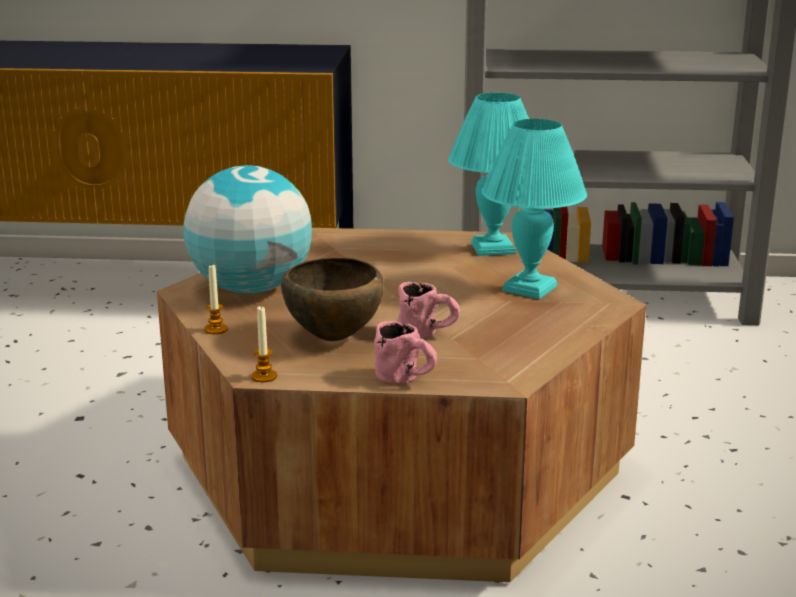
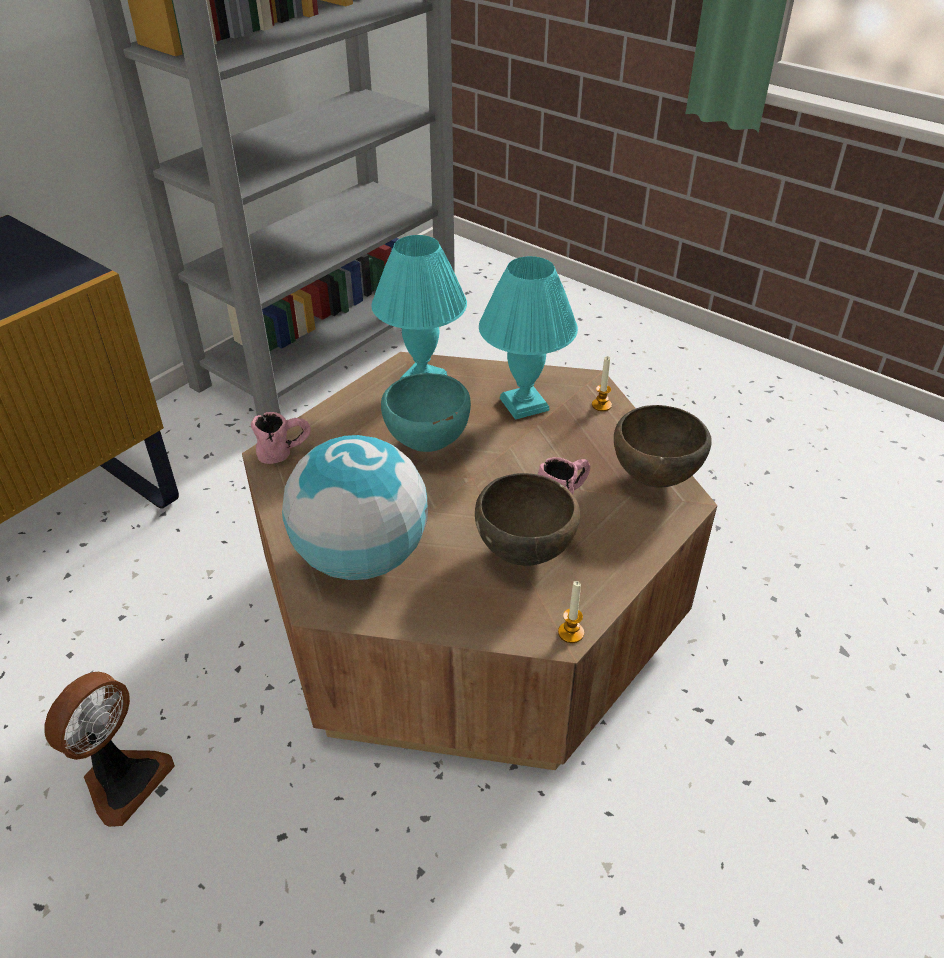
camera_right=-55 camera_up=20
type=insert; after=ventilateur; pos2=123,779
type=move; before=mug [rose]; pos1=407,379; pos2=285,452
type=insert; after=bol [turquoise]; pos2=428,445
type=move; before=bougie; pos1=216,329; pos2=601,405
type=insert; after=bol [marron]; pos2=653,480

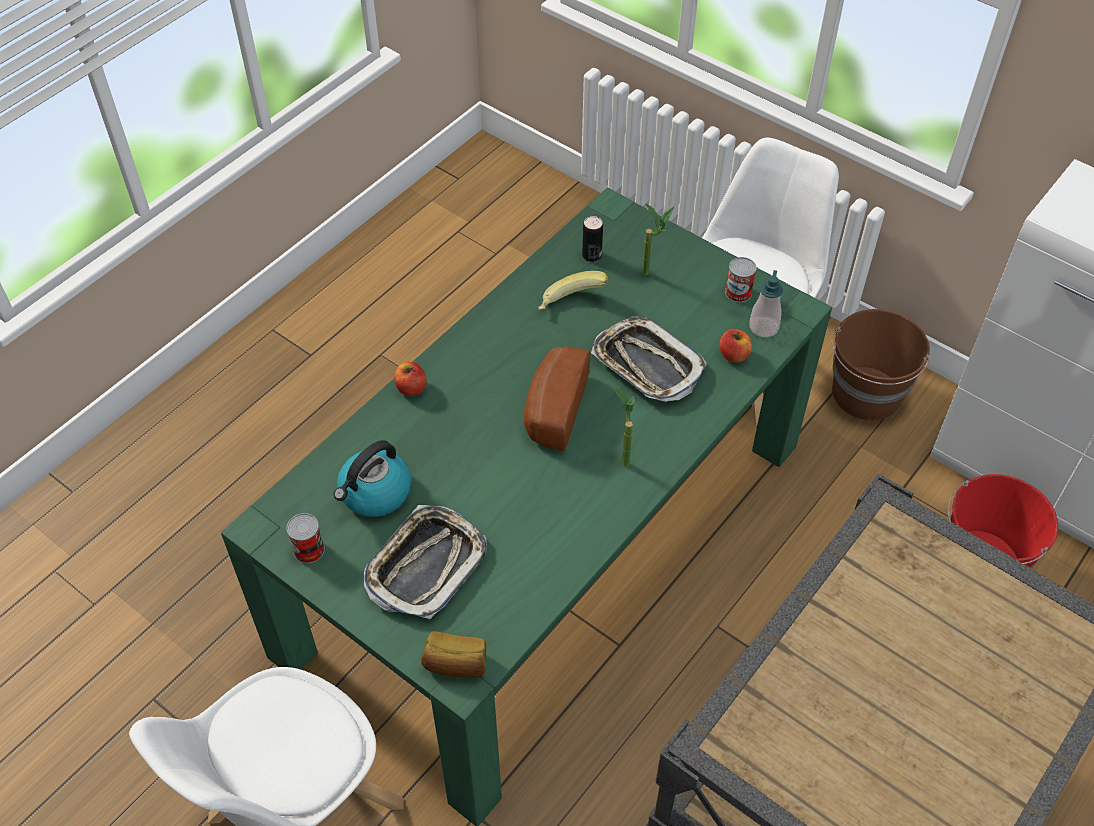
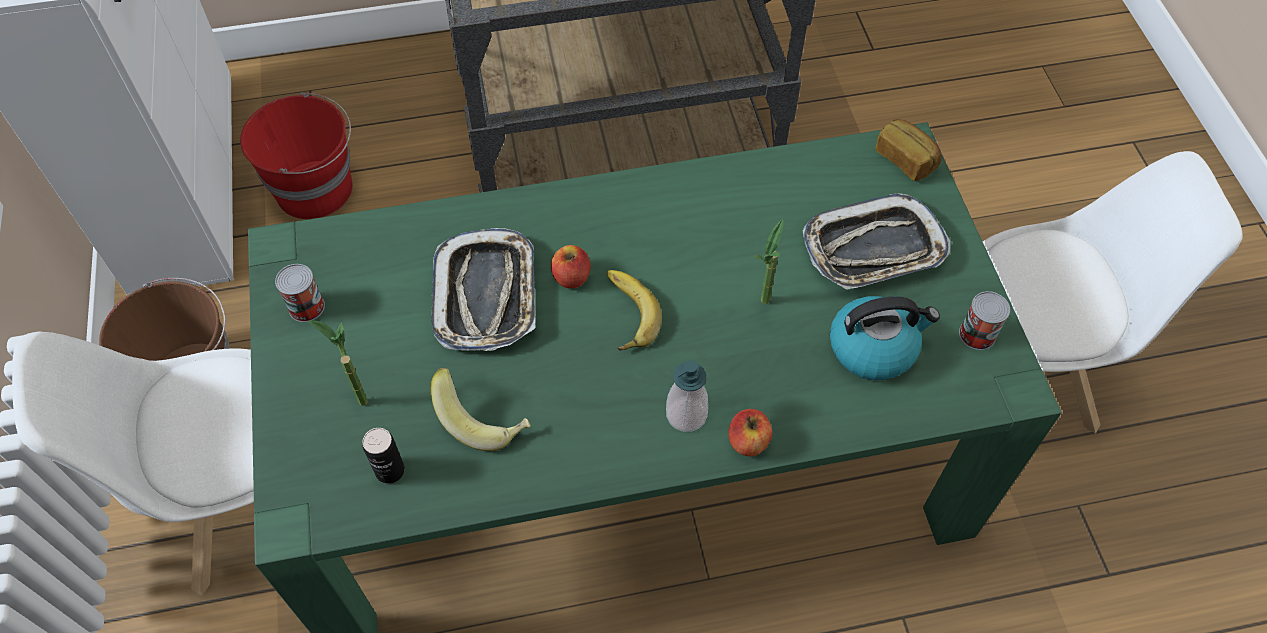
camera_right=-140 camera_up=5
type=move; before=pomme; pos1=734,355; pos2=571,277
type=replace; before=pain; after=banane; pos1=553,409; pos2=624,313
type=move; before=distributeur de savon; pos1=763,327; pos2=686,415
type=move; before=plante en pot; pos1=621,457; pos2=763,308

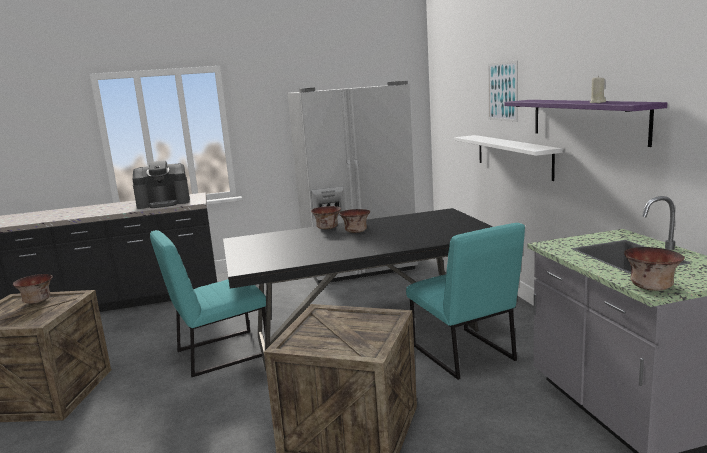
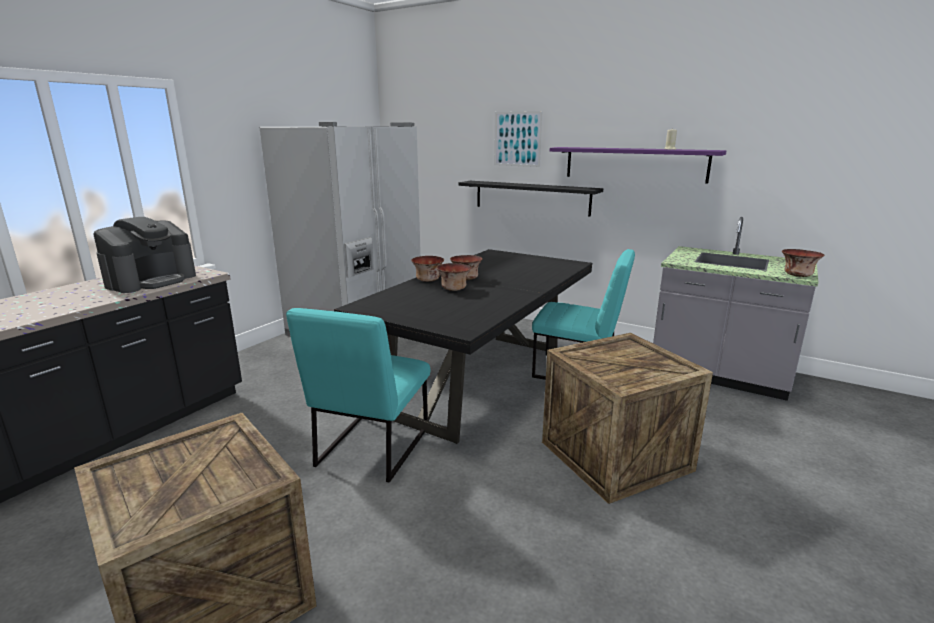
camera_right=-45 camera_up=5
type=move; before=bol; pos1=37,301; pos2=453,289
type=recolor; before=étagère [blanc]; after=étagère [noir]; pos1=513,155; pos2=531,197

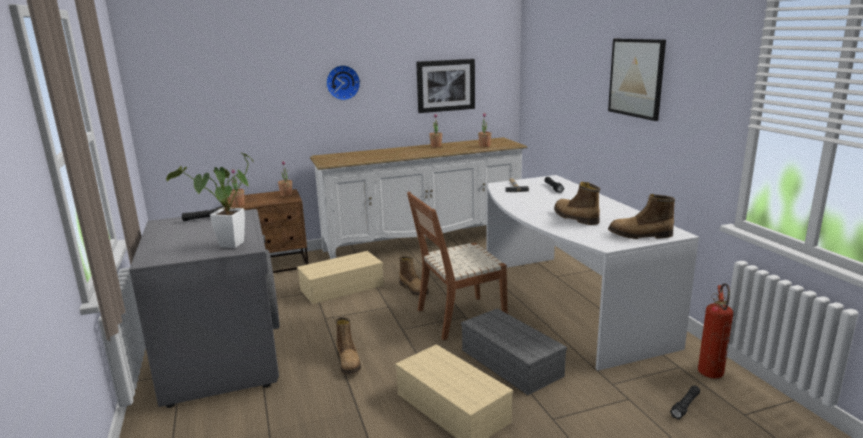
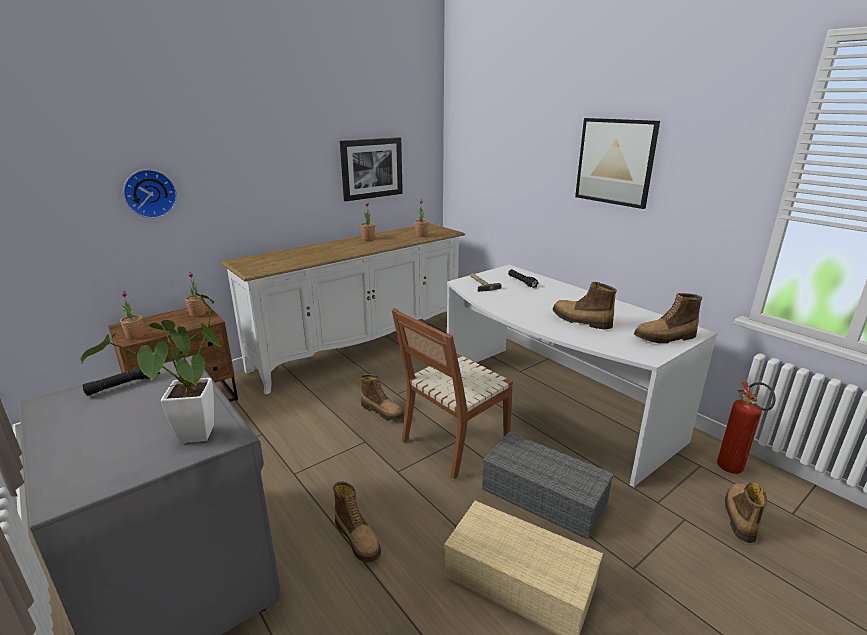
camera_right=-20 camera_up=5
type=move; before=horloge murale; pos1=342,82; pos2=149,193
type=replace; before=lampe de poche [noir]; after=botte; pos1=685,406; pos2=739,516
type=delete; before=boîte de rangement [beige]; pos1=342,287

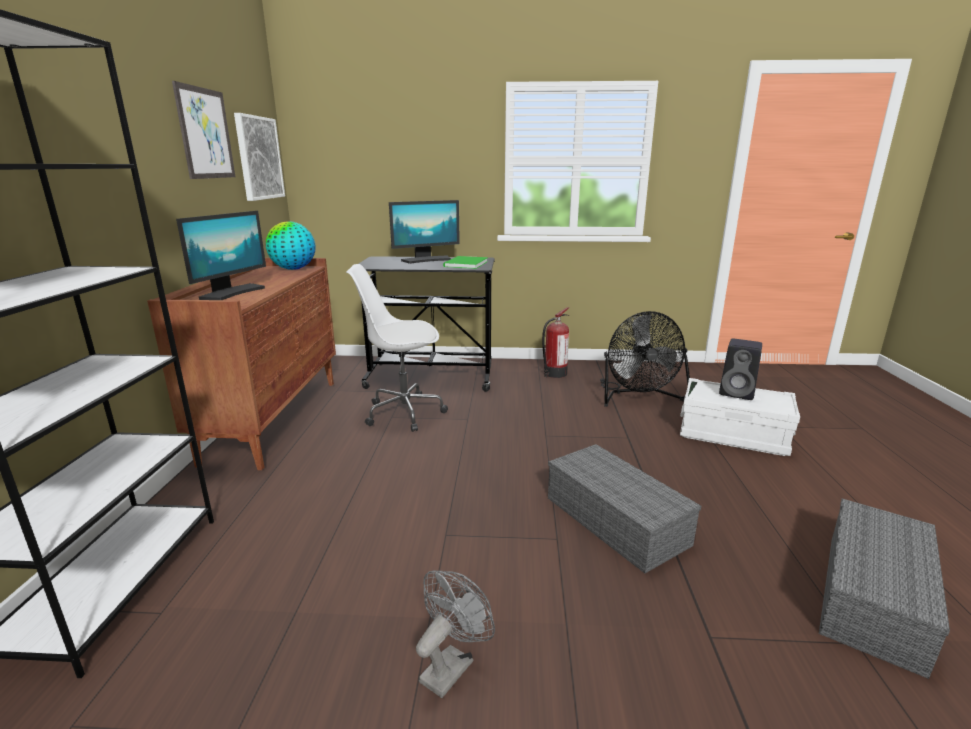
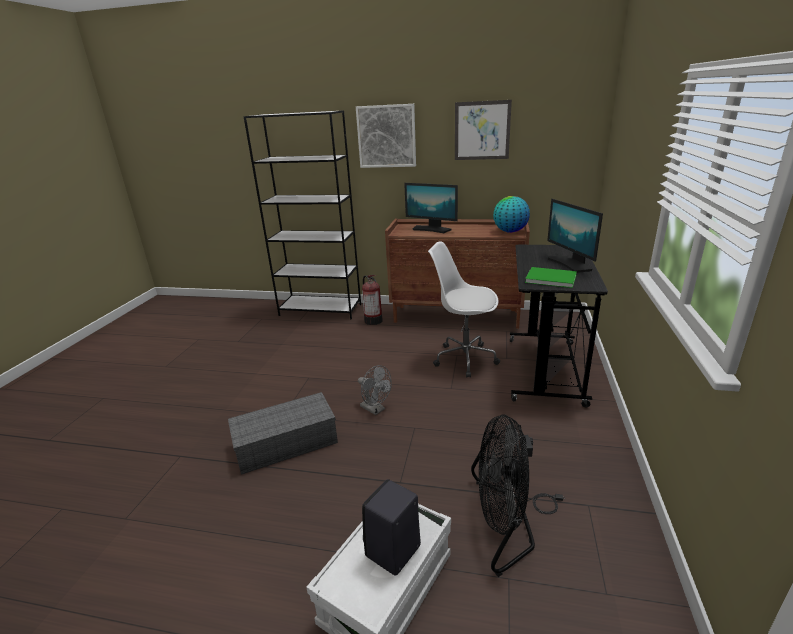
camera_right=100 camera_up=5
type=move; before=tableau; pos1=259,158; pos2=386,136
type=move; before=ventilateur [gris]; pos1=451,665; pos2=375,409
type=move; before=extincteur; pos1=554,374; pos2=372,320
type=rotate; before=chaise de bureau [blanc]; pos1=402,413; pos2=463,359; turn=-75
type=delete; before=boîte de rangement [gris]; pos1=874,600

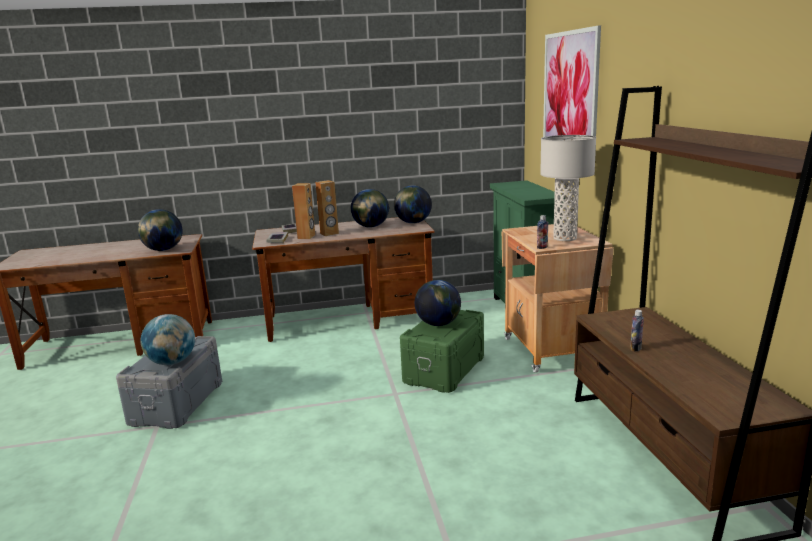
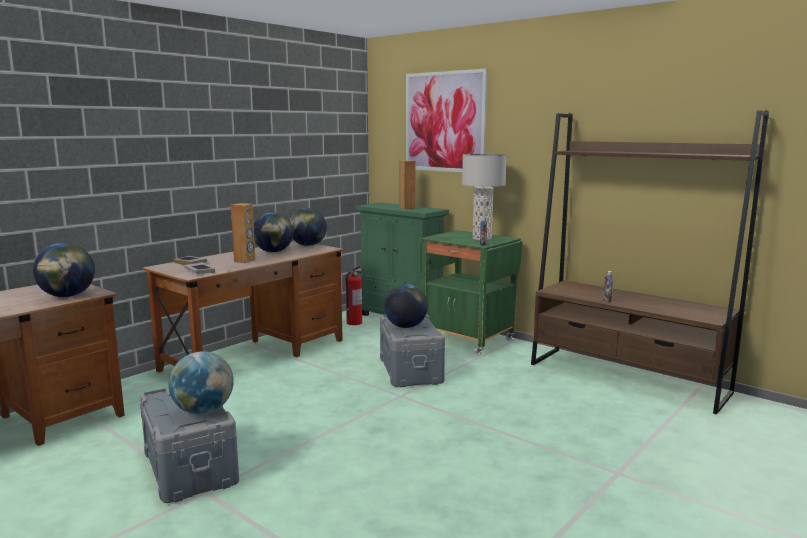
camera_right=-40 camera_up=-5
type=insert; after=extincteur; pos2=354,323
type=recolor; before=boîte de rangement [vert]; after=boîte de rangement [gris]; pos1=445,369; pos2=411,370
type=move; before=enceinte [marron]; pos1=306,237; pos2=407,208
type=recolor; before=chariot [marron]; after=chariot [vert]; pos1=552,352; pos2=468,340

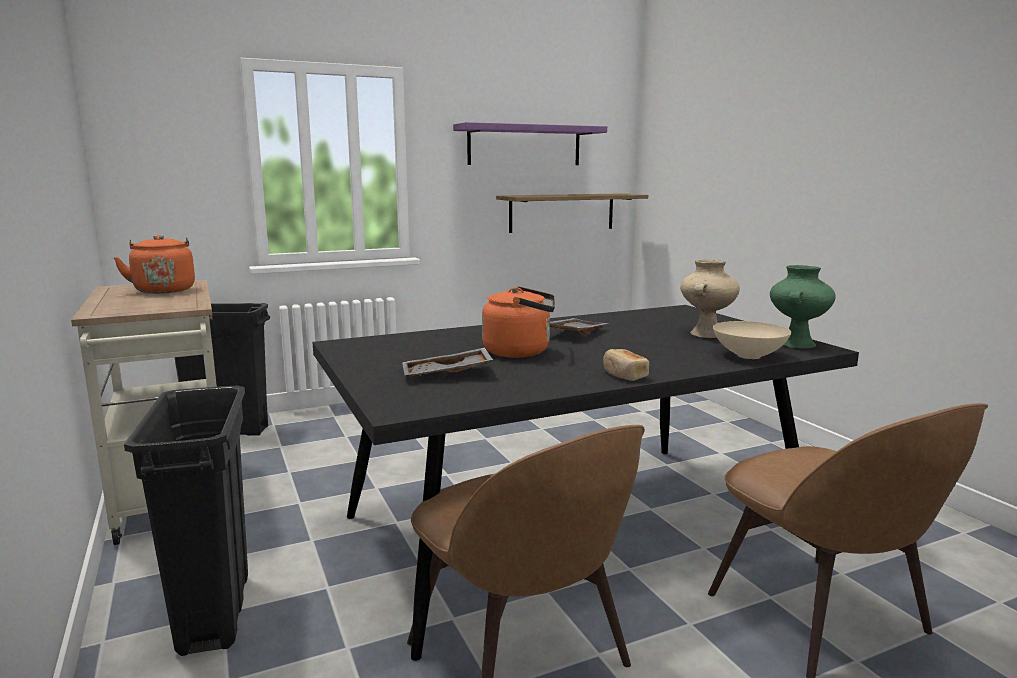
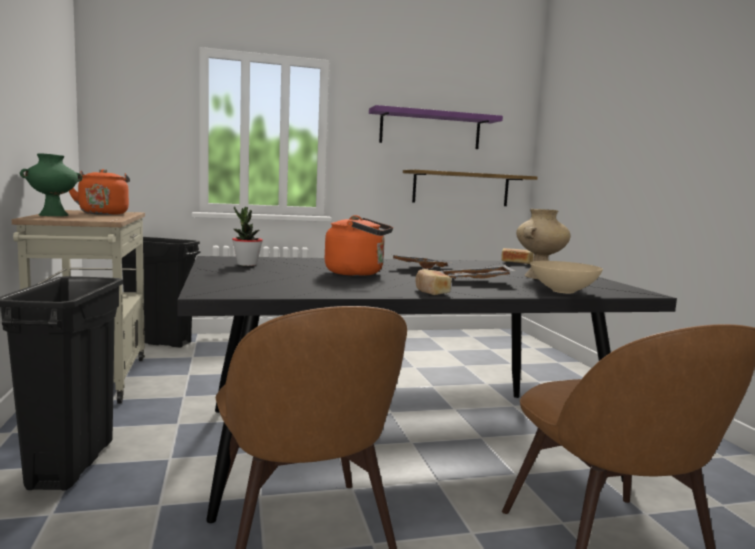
camera_right=10 camera_up=-5
type=move; before=vase [vert]; pos1=796,344; pos2=54,215
type=insert; after=plante en pot; pos2=247,264
type=move; before=plateau [gris]; pos1=447,374; pos2=475,281
type=insert; after=pain; pos2=516,263

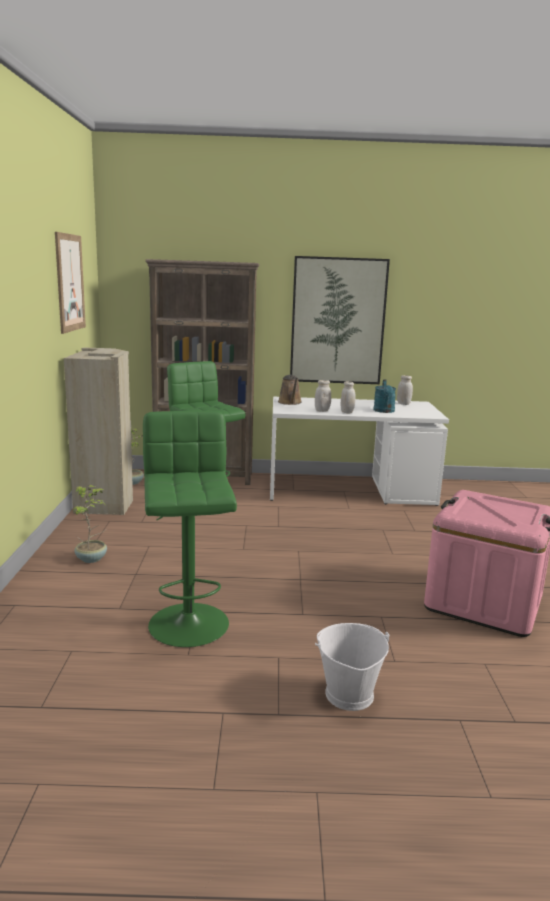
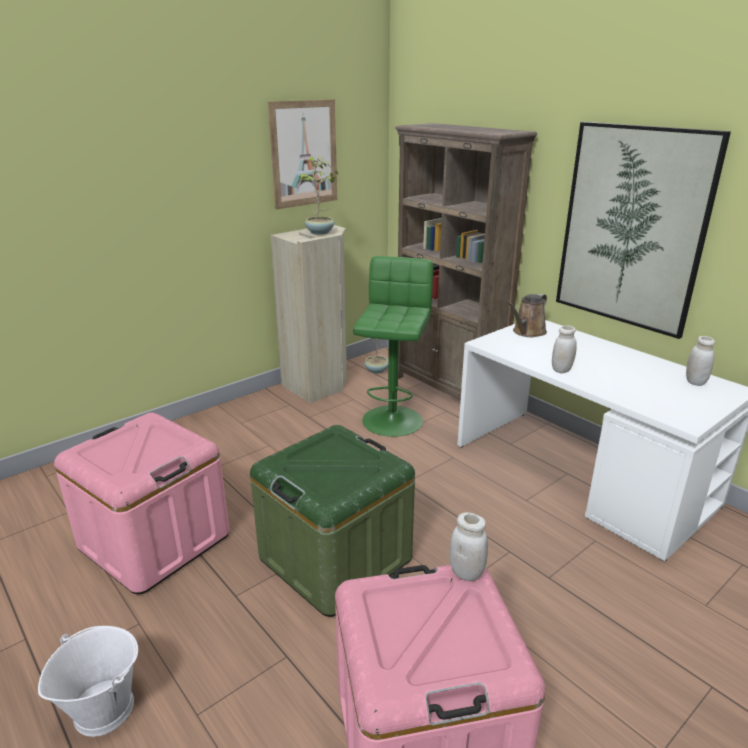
camera_right=50 camera_up=10
type=replace; before=tabouret [vert]; after=boîte de rangement [rose]; pos1=189,624; pos2=155,541
type=insert; after=boîte de rangement [vert]; pos2=335,558
type=move; before=plante en pot; pos1=92,559; pos2=320,232
type=move; before=bocal [blanc]; pos1=322,410; pos2=466,573
type=delete; before=arrosoir [turquoise]; pos1=384,411

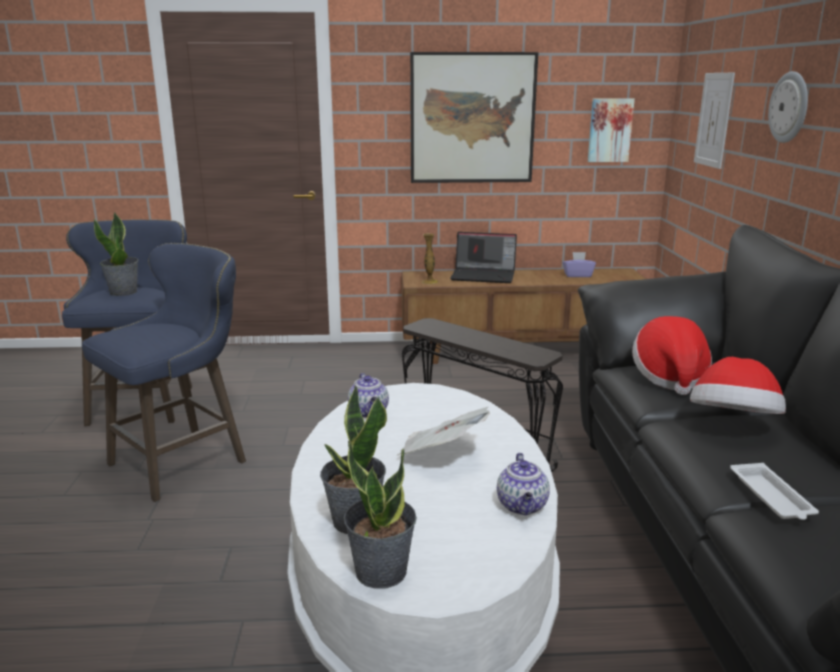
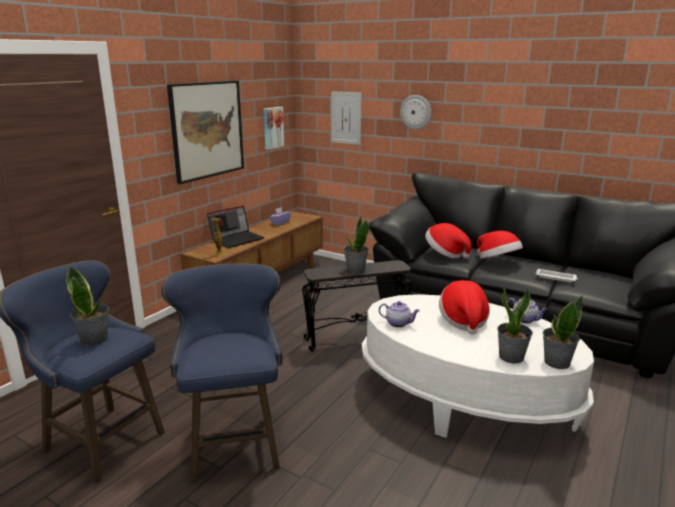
camera_right=-55 camera_up=0
type=insert; after=plante en pot; pos2=355,270
type=replace; before=journal; after=chapeau; pos1=441,453; pos2=463,320

